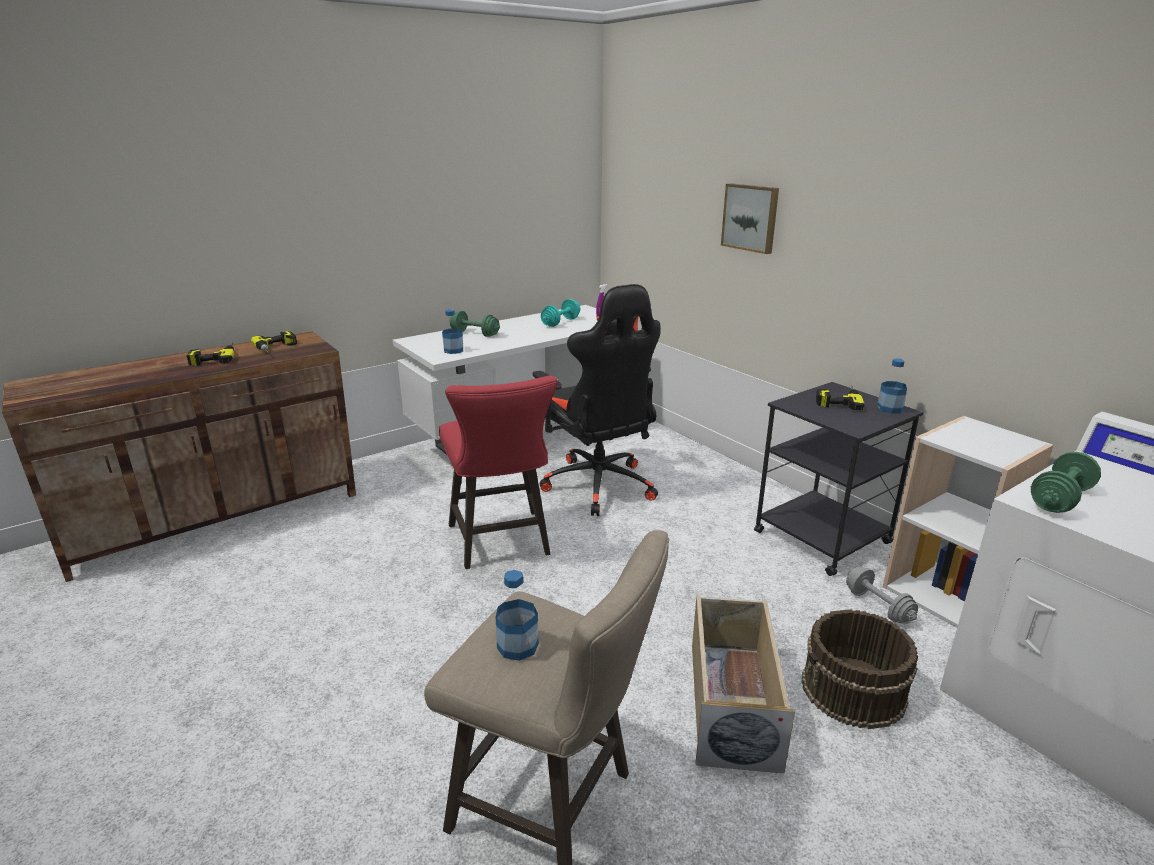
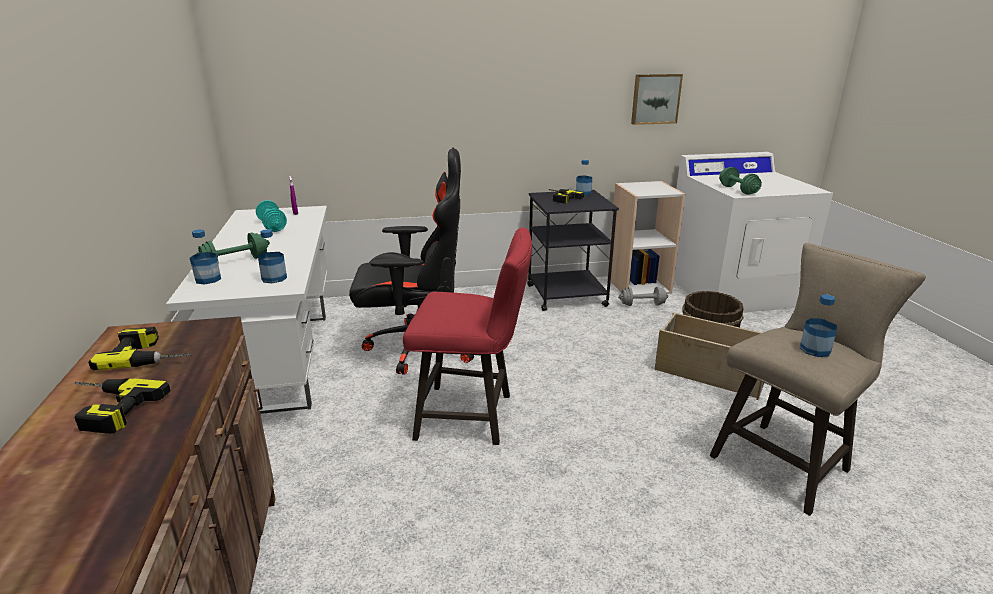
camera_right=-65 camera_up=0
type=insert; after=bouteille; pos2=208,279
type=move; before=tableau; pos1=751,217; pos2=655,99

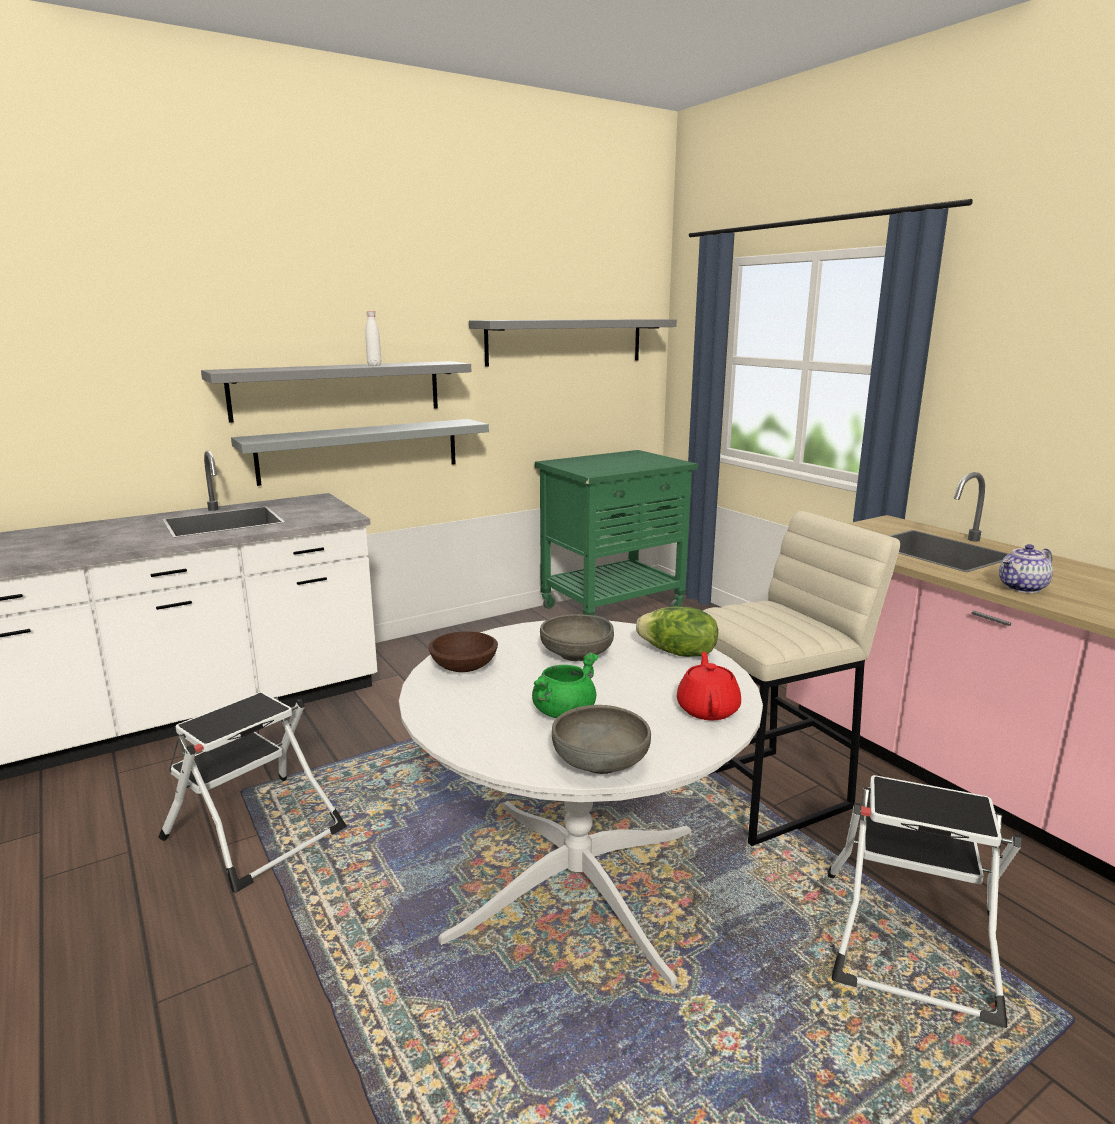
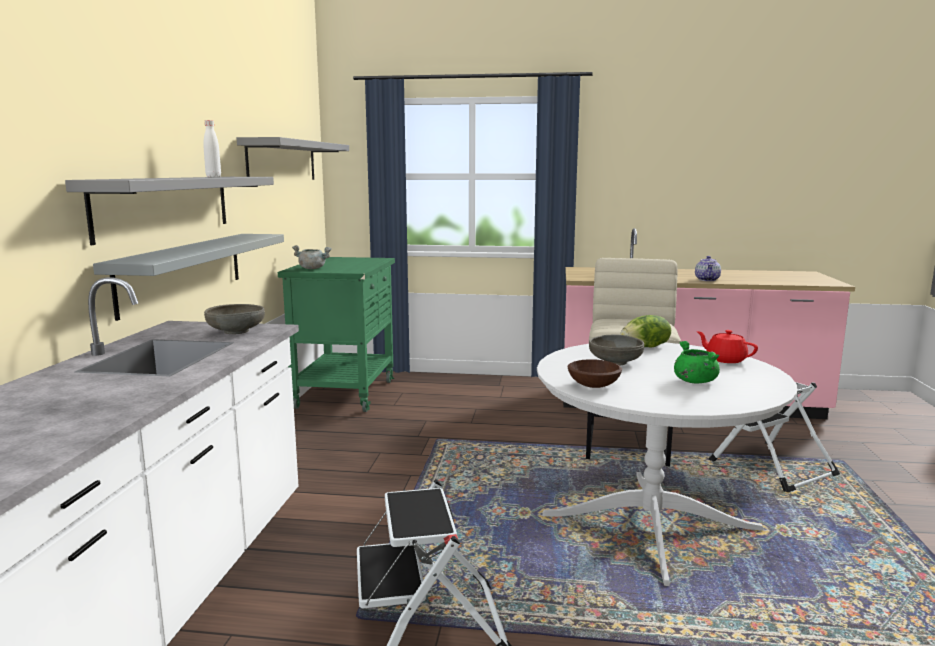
camera_right=-50 camera_up=-5
type=move; before=bol [gris]; pos1=600,763; pos2=236,331
type=insert; after=marmite [gris]; pos2=313,268

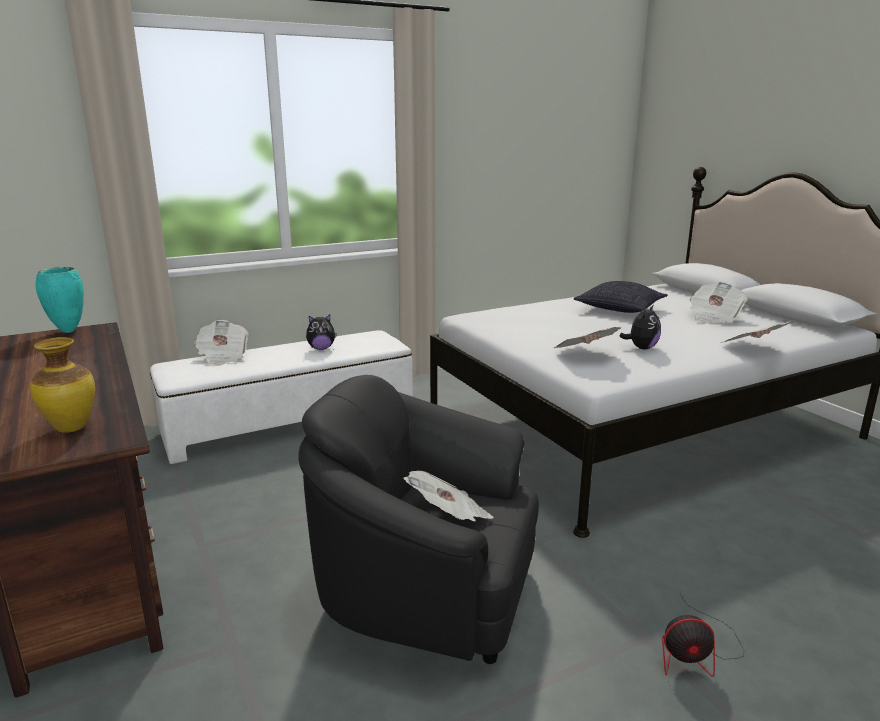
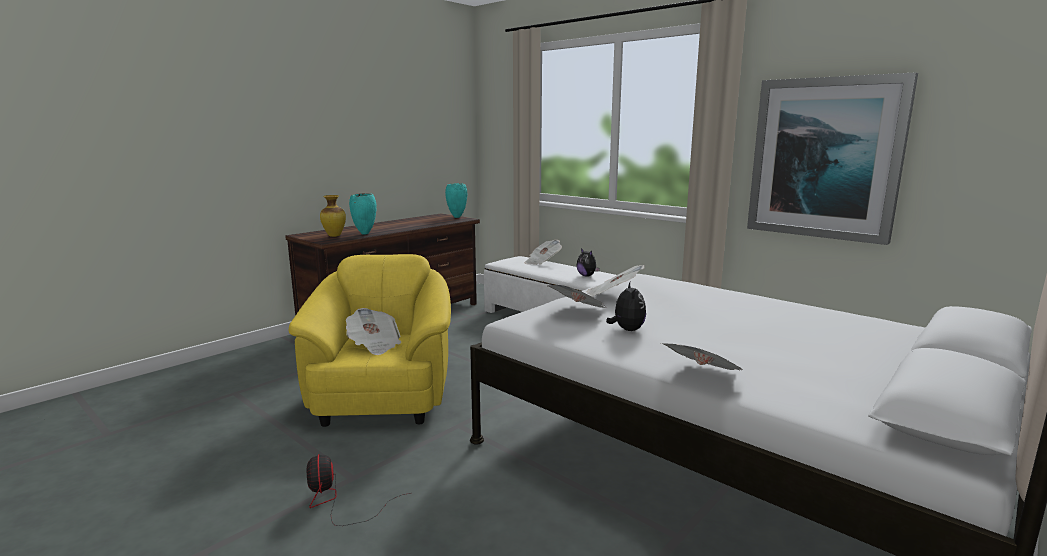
camera_right=70 camera_up=-5
type=recolor; before=fauteuil [noir]; after=fauteuil [jaune]; pos1=427,593; pos2=383,397
type=insert; after=vase [turquoise]; pos2=365,234
type=move; before=journal; pos1=713,317; pos2=612,295
type=rotate; before=peluche; pos1=641,348; pos2=626,330; turn=-105
type=insert; after=tableau; pos2=825,158
type=delete; before=coussin; pos1=619,310

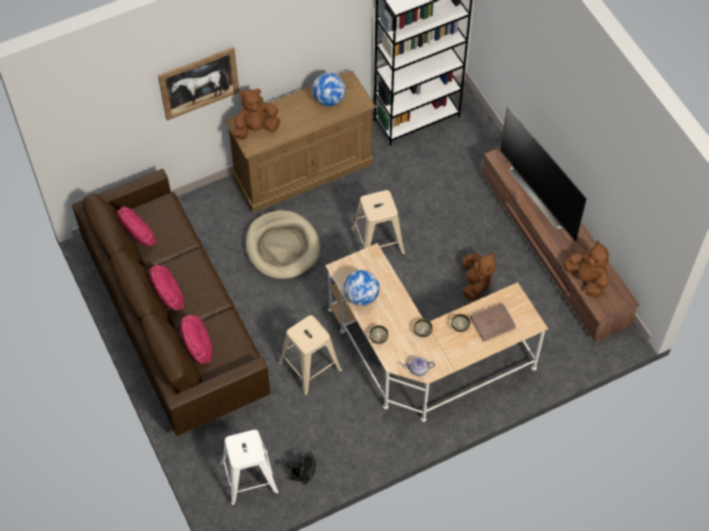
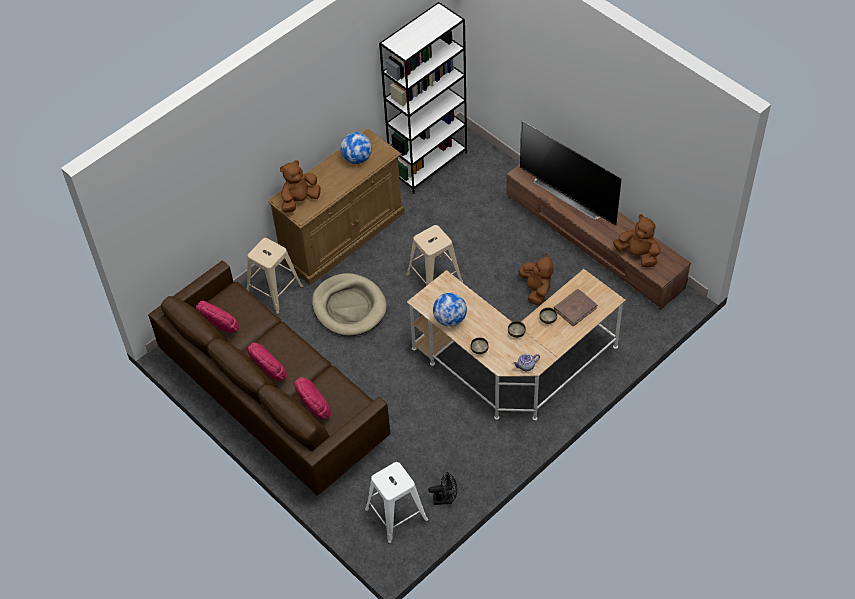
camera_right=-15 camera_up=-5
type=move; before=tabouret [beige]; pos1=309,366; pos2=273,291
type=delete; before=tableau; pos1=199,83

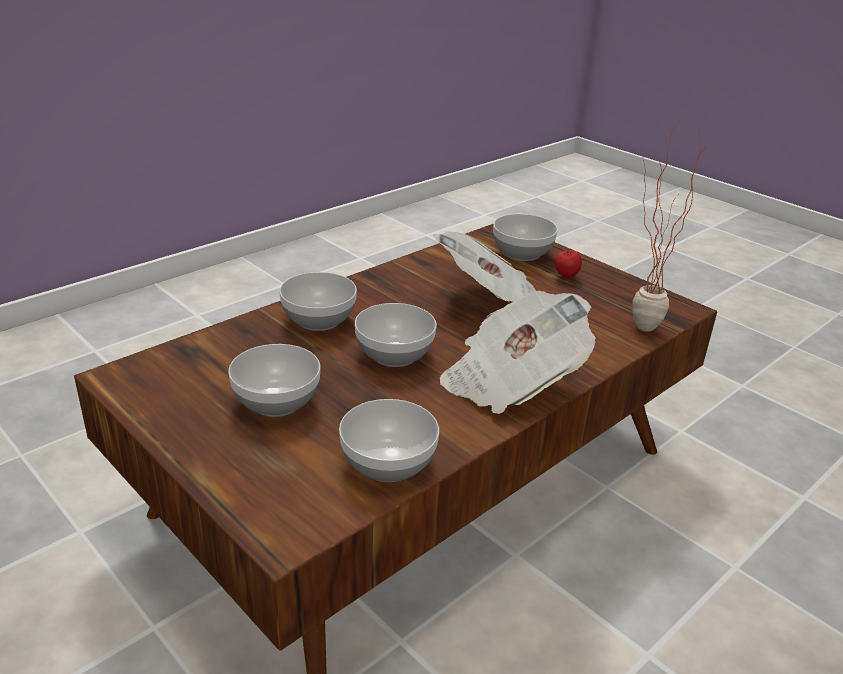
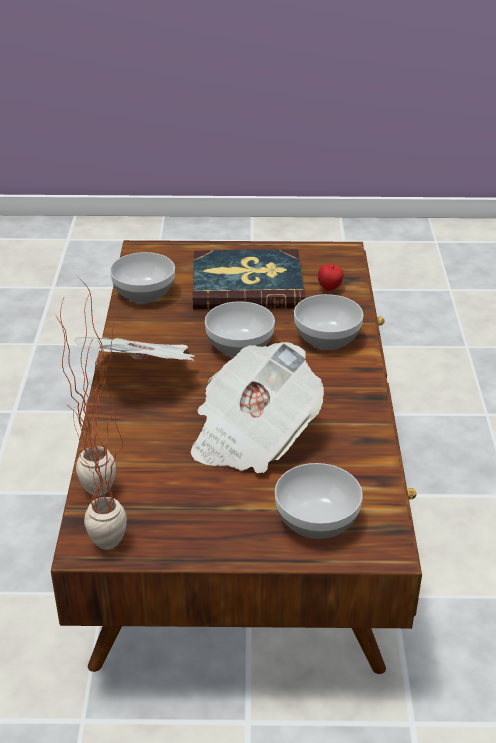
camera_right=135 camera_up=5
type=insert; after=plante en pot; pos2=108,553
type=replace; before=bol; after=livre; pos1=276,402; pos2=247,285
type=move; before=pomme; pos1=565,276; pos2=330,288

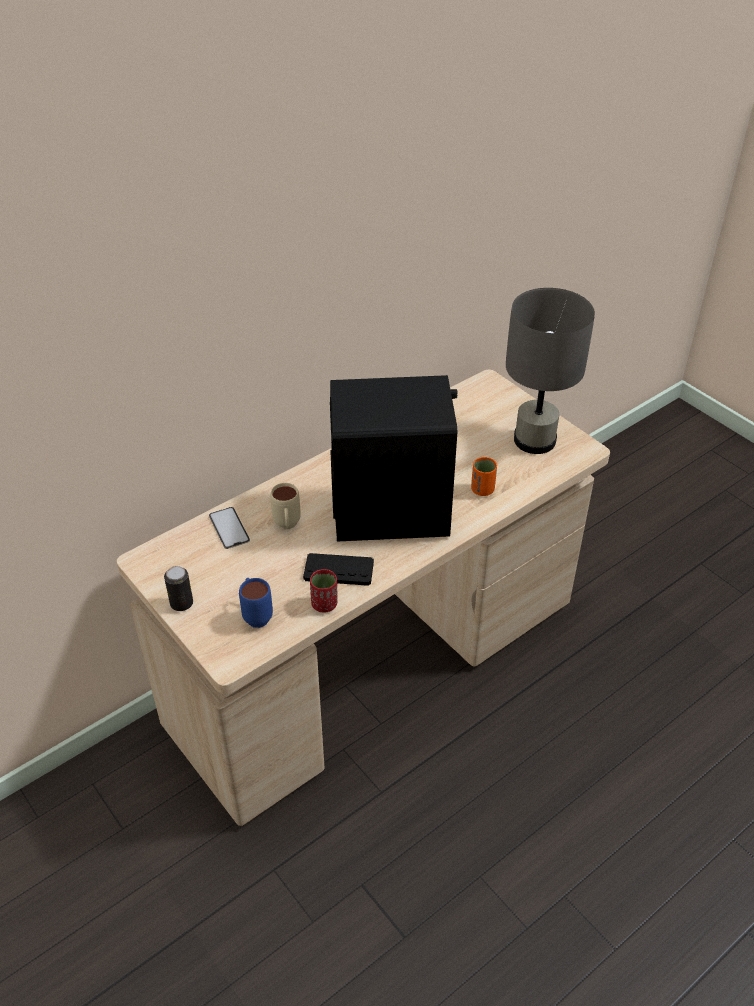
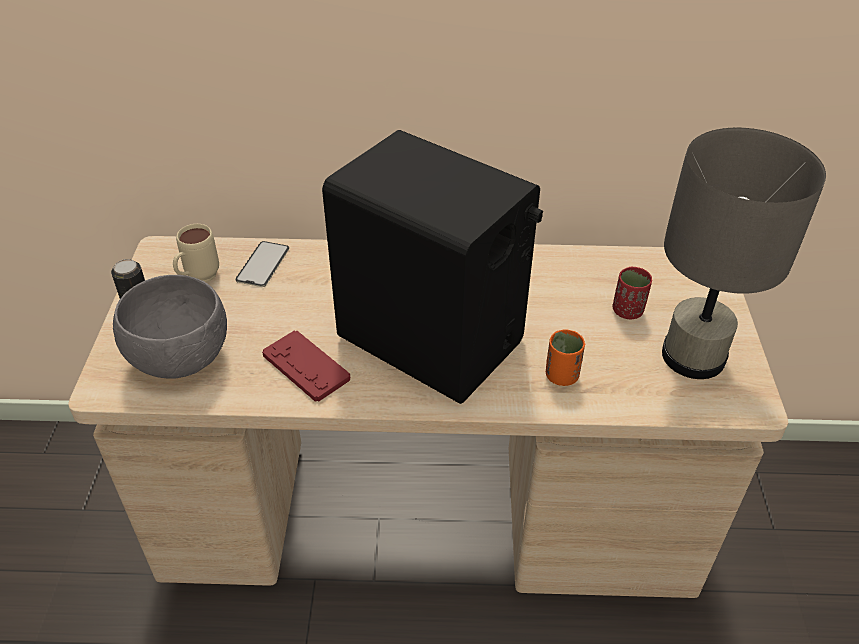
camera_right=40 camera_up=0
type=replace; before=mug [bleu]; after=bol [gris]; pos1=256,615; pos2=180,360
type=move; before=mug [beige]; pos1=287,527; pos2=198,279
type=recolor; before=manette [noir]; after=manette [rouge]; pos1=338,570; pos2=306,367
type=move; before=tasse [rouge]; pos1=324,604; pos2=627,311

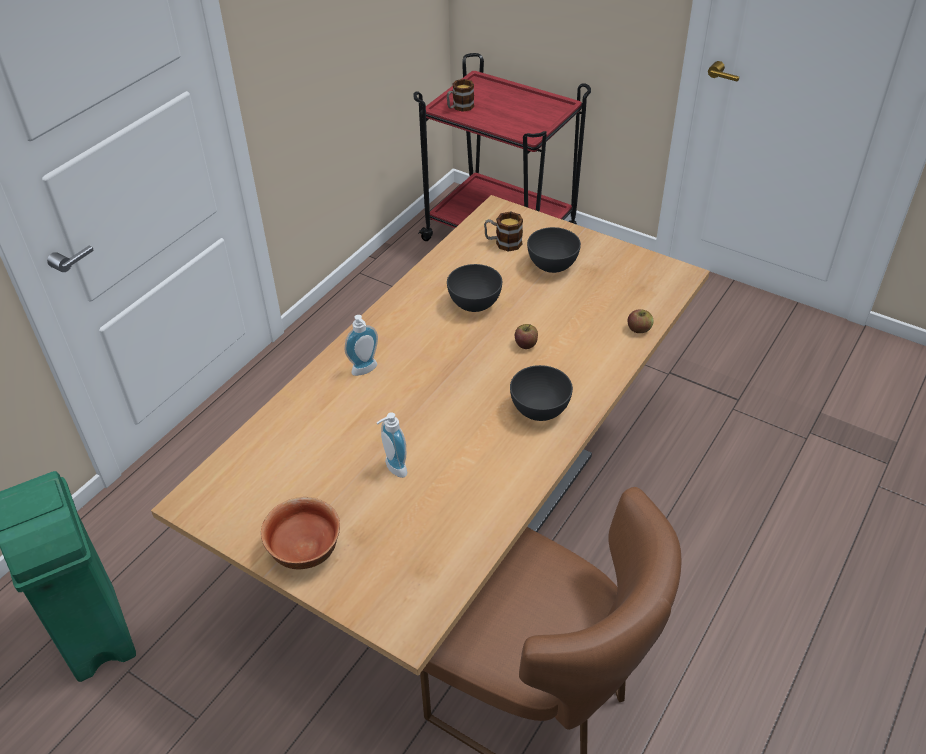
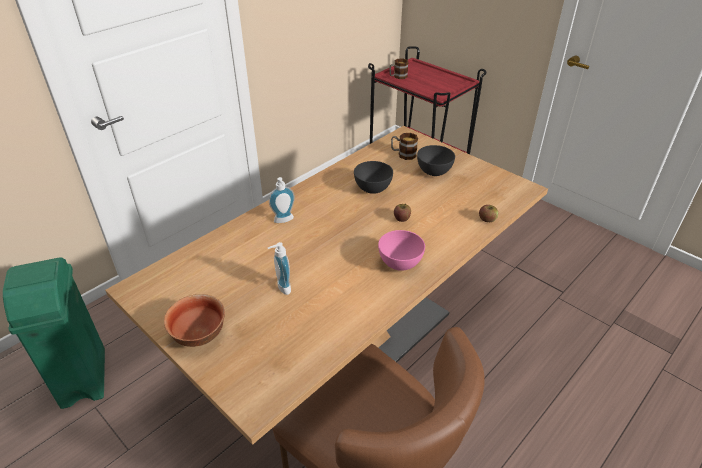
camera_right=10 camera_up=-5
type=recolor; before=bol [gris]; after=bol [rose]; pos1=539,410; pos2=399,263

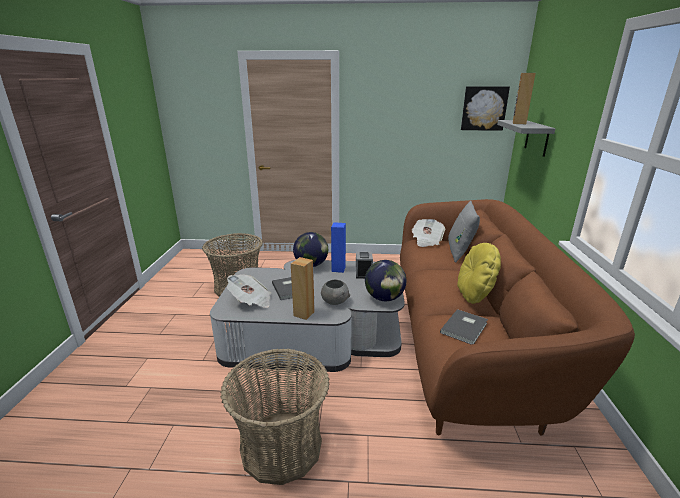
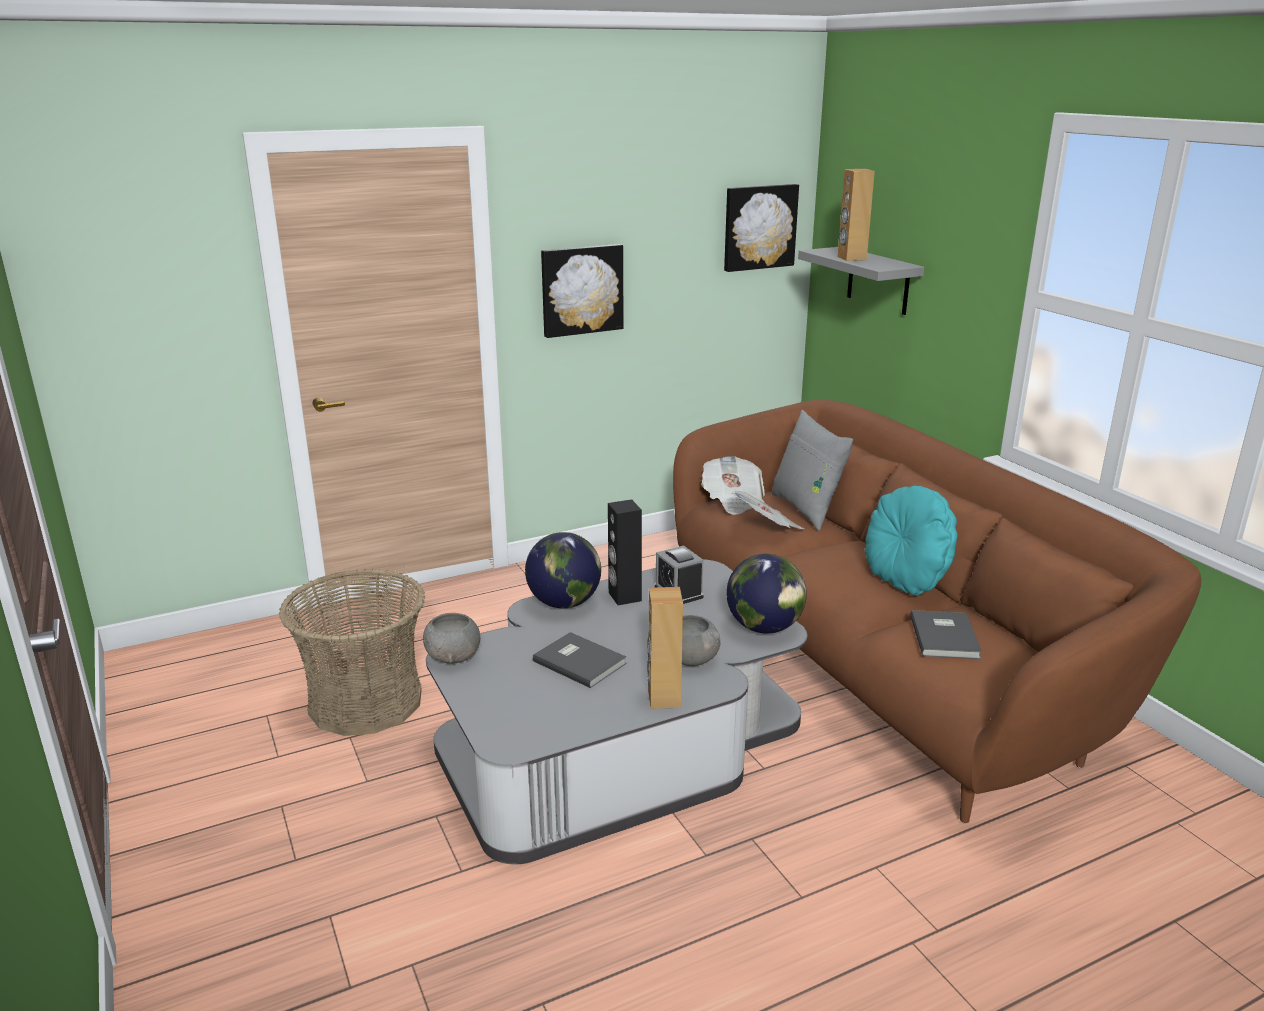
camera_right=-30 camera_up=0
type=insert; after=bol [gris]; pos2=453,657
type=insert; after=tableau; pos2=581,290
type=recolor; before=enceinte [bleu]; after=enceinte [noir]; pos1=338,269; pos2=624,597
type=move; before=journal; pos1=251,301; pos2=766,528
type=recolor; before=coussin [jaune]; after=coussin [turquoise]; pos1=474,296; pos2=905,582
type=delete; before=panier; pos1=281,446

